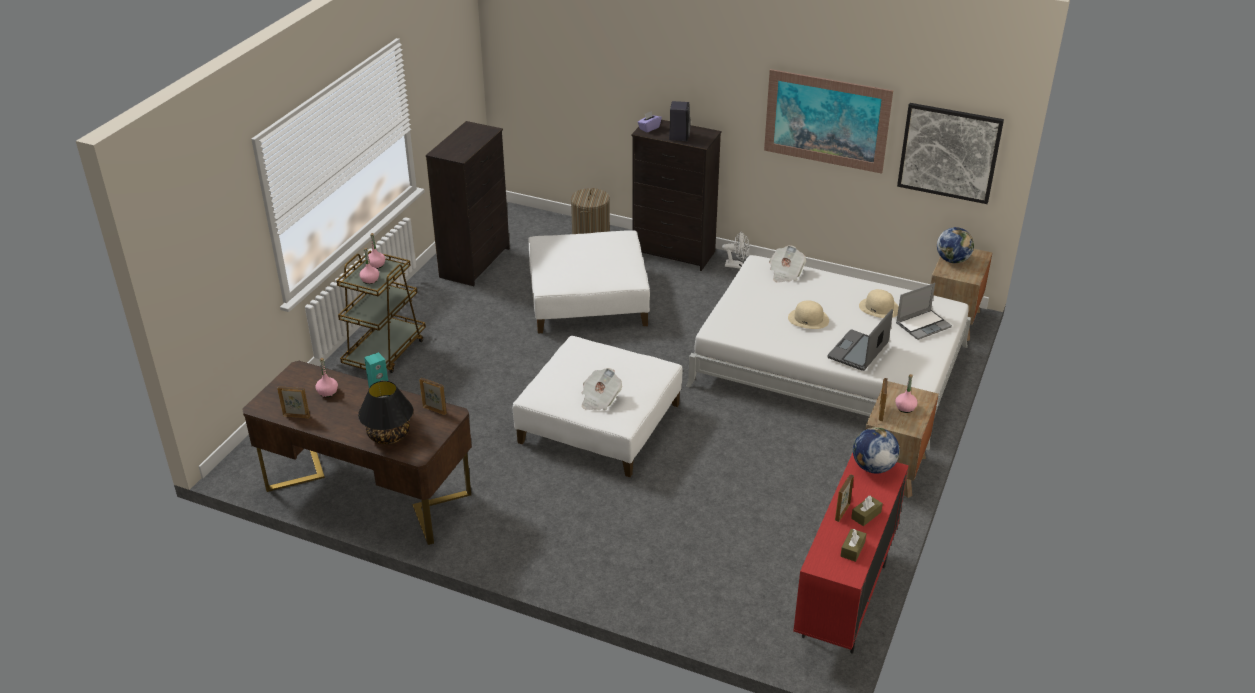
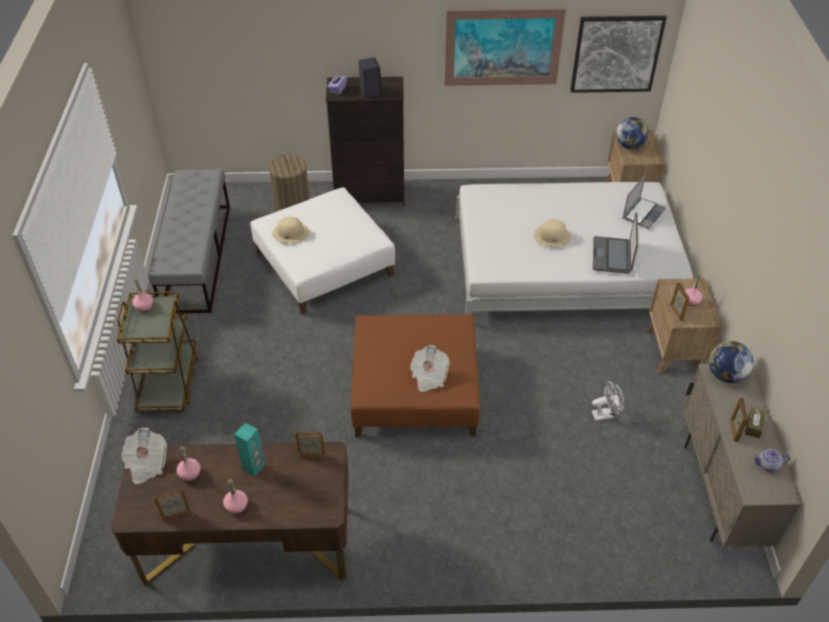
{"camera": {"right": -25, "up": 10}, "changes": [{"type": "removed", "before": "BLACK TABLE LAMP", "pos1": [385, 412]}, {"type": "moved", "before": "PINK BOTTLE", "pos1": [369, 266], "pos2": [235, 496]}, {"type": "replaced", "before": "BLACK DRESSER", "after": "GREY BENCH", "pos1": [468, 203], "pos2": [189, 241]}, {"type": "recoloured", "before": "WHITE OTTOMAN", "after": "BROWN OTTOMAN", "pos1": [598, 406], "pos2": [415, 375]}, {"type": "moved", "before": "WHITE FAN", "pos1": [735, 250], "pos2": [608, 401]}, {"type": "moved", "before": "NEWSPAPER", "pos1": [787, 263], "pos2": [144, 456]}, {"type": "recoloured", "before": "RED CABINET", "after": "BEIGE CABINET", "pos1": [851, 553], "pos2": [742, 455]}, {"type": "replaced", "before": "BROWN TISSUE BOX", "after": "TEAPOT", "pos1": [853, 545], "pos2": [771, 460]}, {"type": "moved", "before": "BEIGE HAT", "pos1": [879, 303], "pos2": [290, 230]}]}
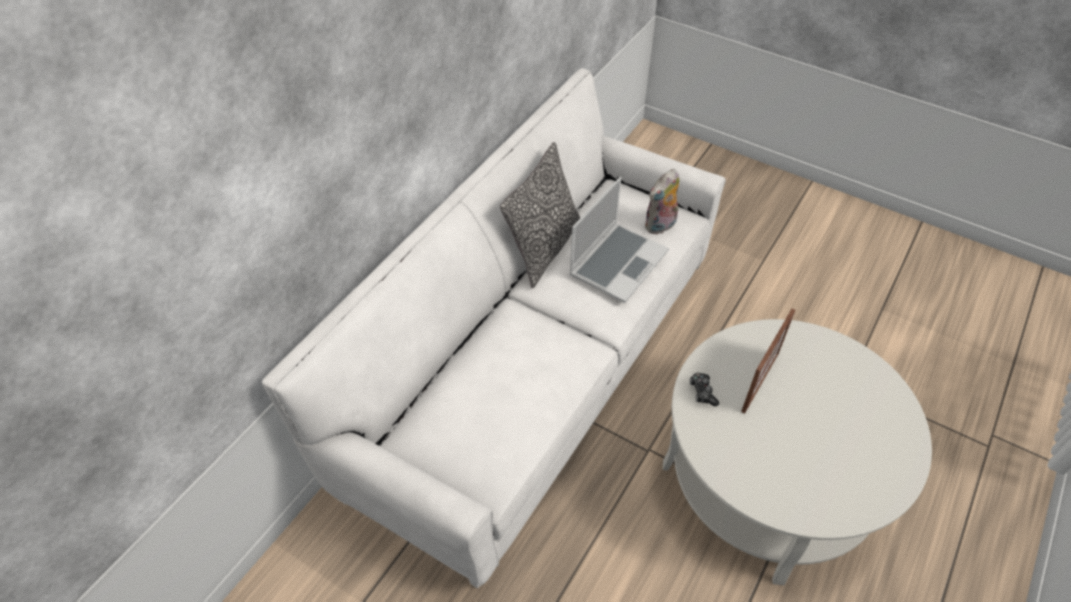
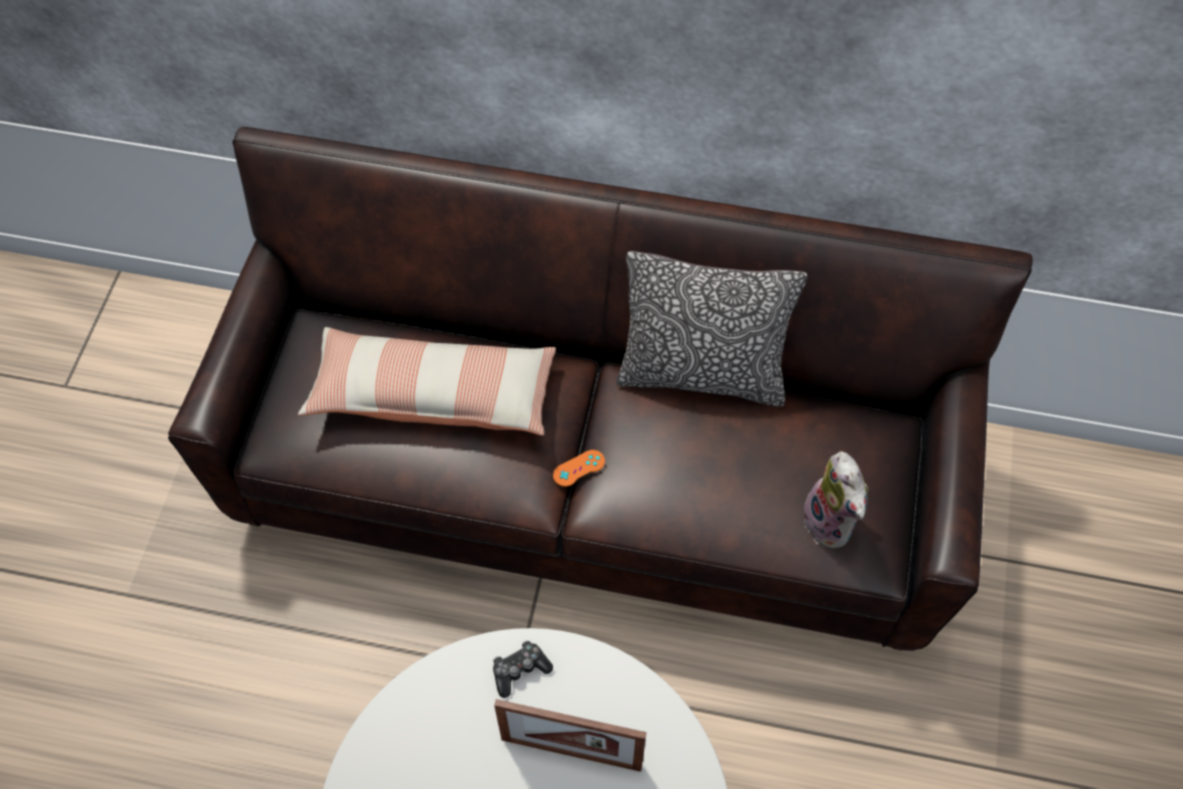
{"camera": {"right": 70, "up": 10}, "changes": [{"type": "recoloured", "before": "WHITE SOFA", "after": "BROWN SOFA", "pos1": [494, 328], "pos2": [600, 389]}, {"type": "removed", "before": "LAPTOP", "pos1": [619, 240]}, {"type": "turned", "before": "PLUSH TOY", "pos1": [662, 201], "pos2": [836, 499], "turn": -135}, {"type": "added", "after": "PILLOW", "pos2": [427, 381]}, {"type": "added", "after": "ORANGE GAME CONTROLLER", "pos2": [579, 468]}]}
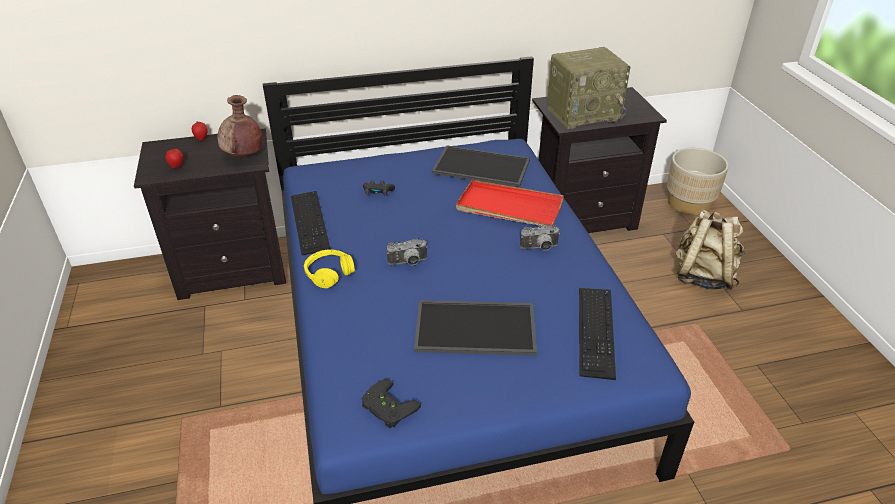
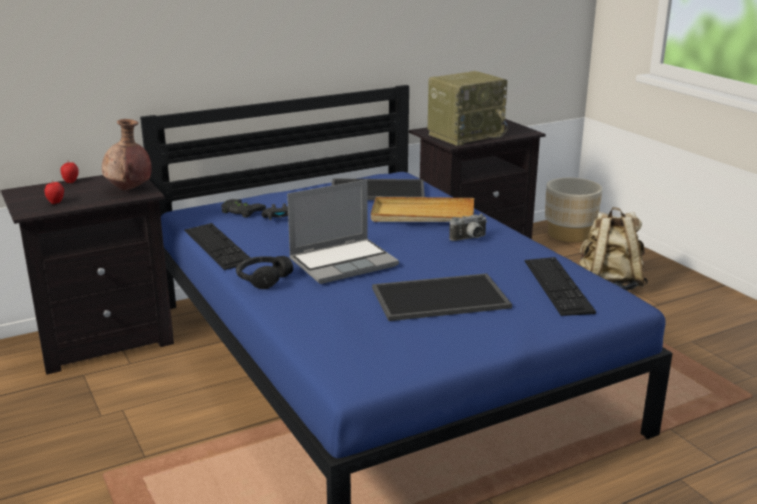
{"camera": {"right": -15, "up": -15}, "changes": [{"type": "recoloured", "before": "YELLOW HEADPHONES", "after": "BLACK HEADPHONES", "pos1": [329, 268], "pos2": [264, 272]}, {"type": "moved", "before": "BLACK GAME CONTROLLER", "pos1": [391, 404], "pos2": [243, 208]}, {"type": "replaced", "before": "PHOTO CAMERA", "after": "LAPTOP", "pos1": [407, 252], "pos2": [343, 231]}, {"type": "recoloured", "before": "RED TRAY", "after": "BEIGE TRAY", "pos1": [510, 203], "pos2": [422, 209]}]}
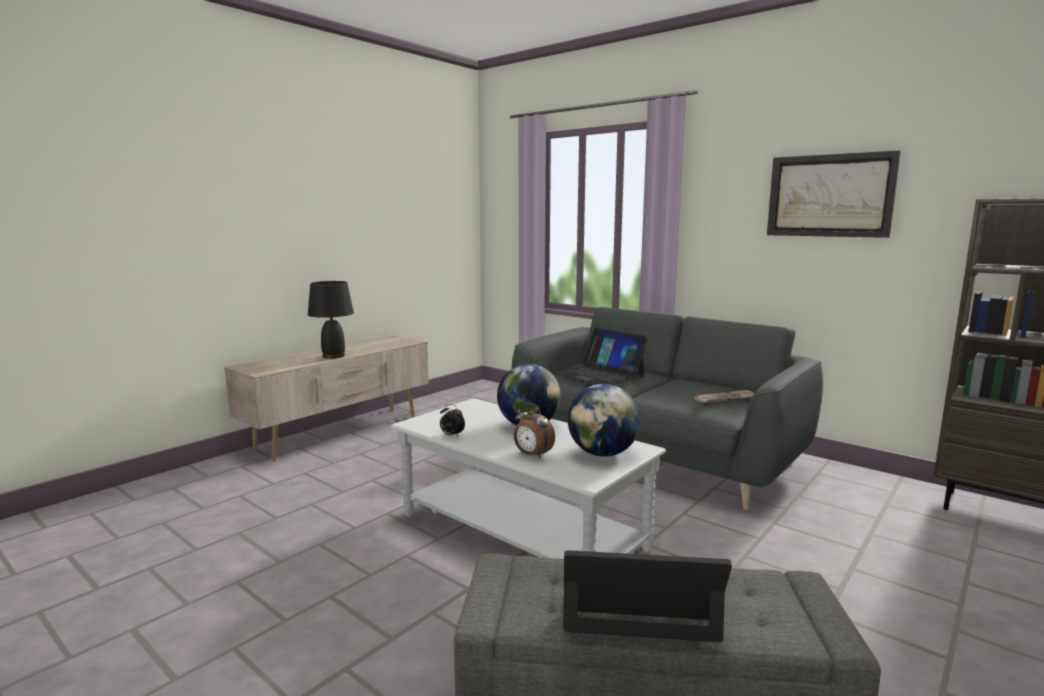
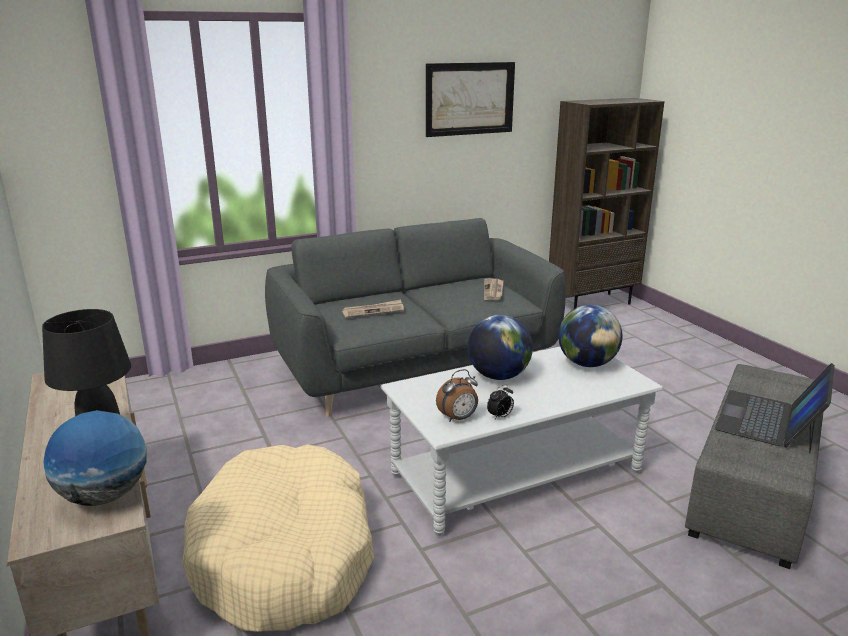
{"camera": {"right": -65, "up": 10}, "changes": [{"type": "moved", "before": "ALARM CLOCK", "pos1": [534, 430], "pos2": [457, 395]}, {"type": "replaced", "before": "LAPTOP", "after": "NEWSPAPER", "pos1": [601, 356], "pos2": [373, 309]}, {"type": "added", "after": "GLOBE", "pos2": [95, 458]}, {"type": "added", "after": "BEIGE DOG BED", "pos2": [278, 538]}]}
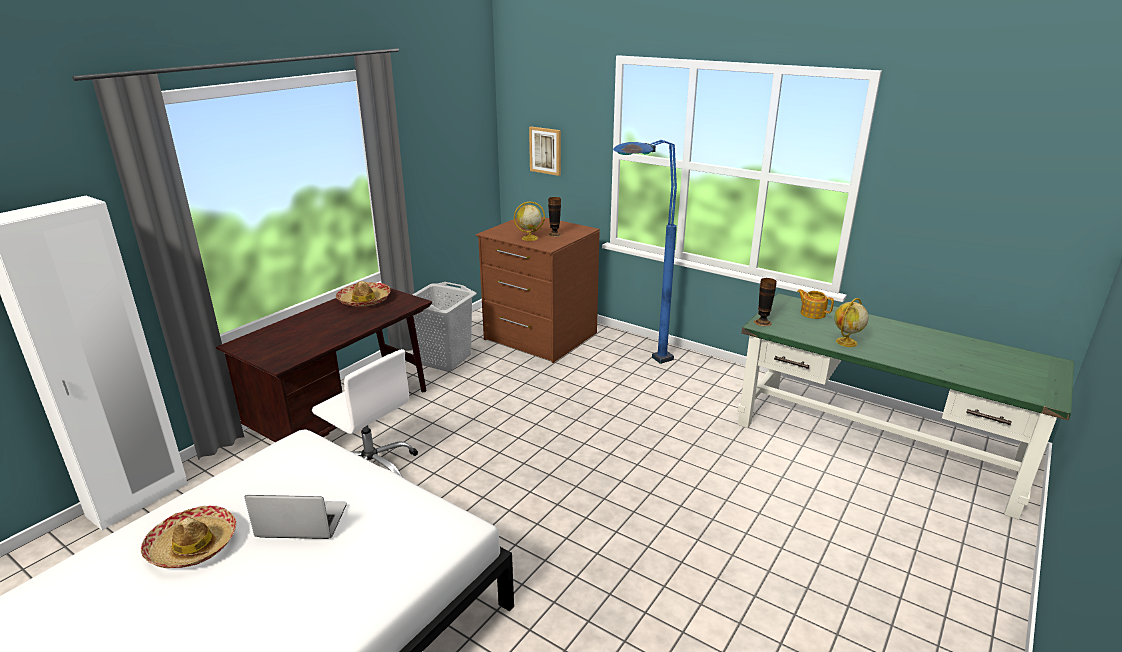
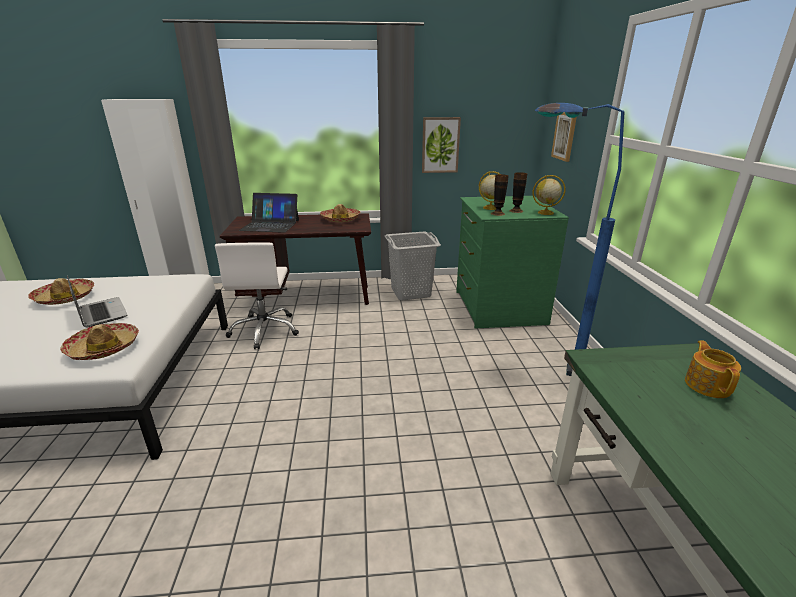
{"camera": {"right": 50, "up": 0}, "changes": [{"type": "recoloured", "before": "BROWN DRESSER", "after": "GREEN DRESSER", "pos1": [538, 290], "pos2": [512, 262]}, {"type": "moved", "before": "VASE", "pos1": [765, 302], "pos2": [500, 195]}, {"type": "moved", "before": "GLOBE", "pos1": [851, 322], "pos2": [549, 195]}, {"type": "added", "after": "HAT", "pos2": [99, 341]}, {"type": "added", "after": "LAPTOP", "pos2": [269, 213]}, {"type": "added", "after": "PICTURE", "pos2": [441, 145]}]}
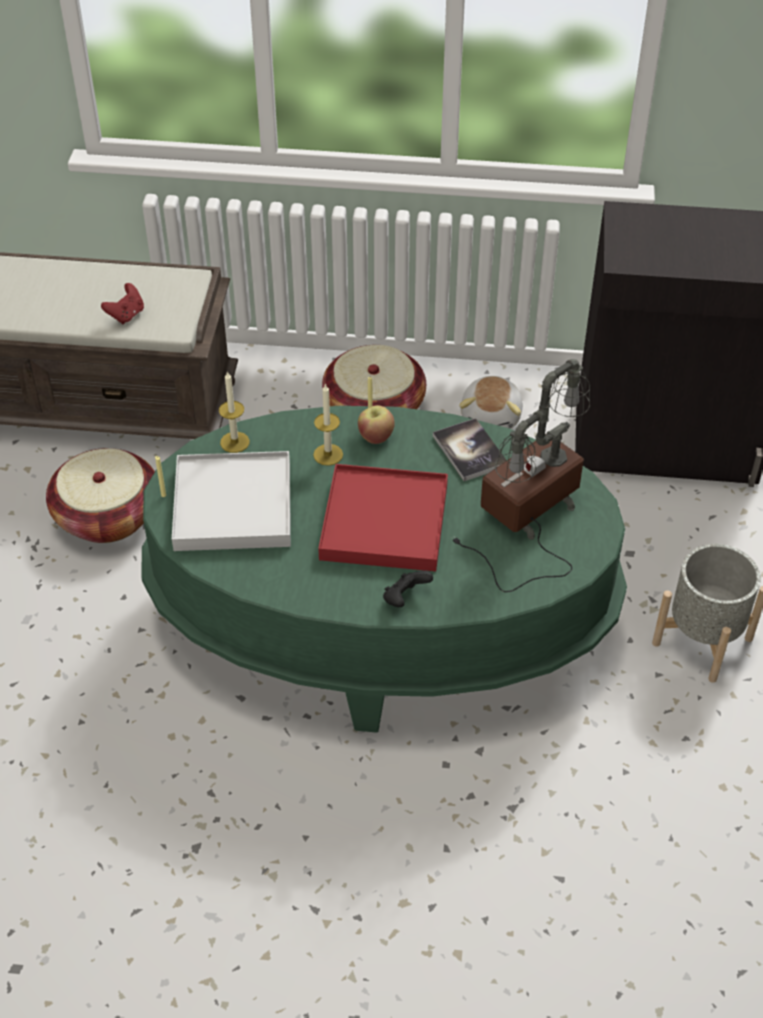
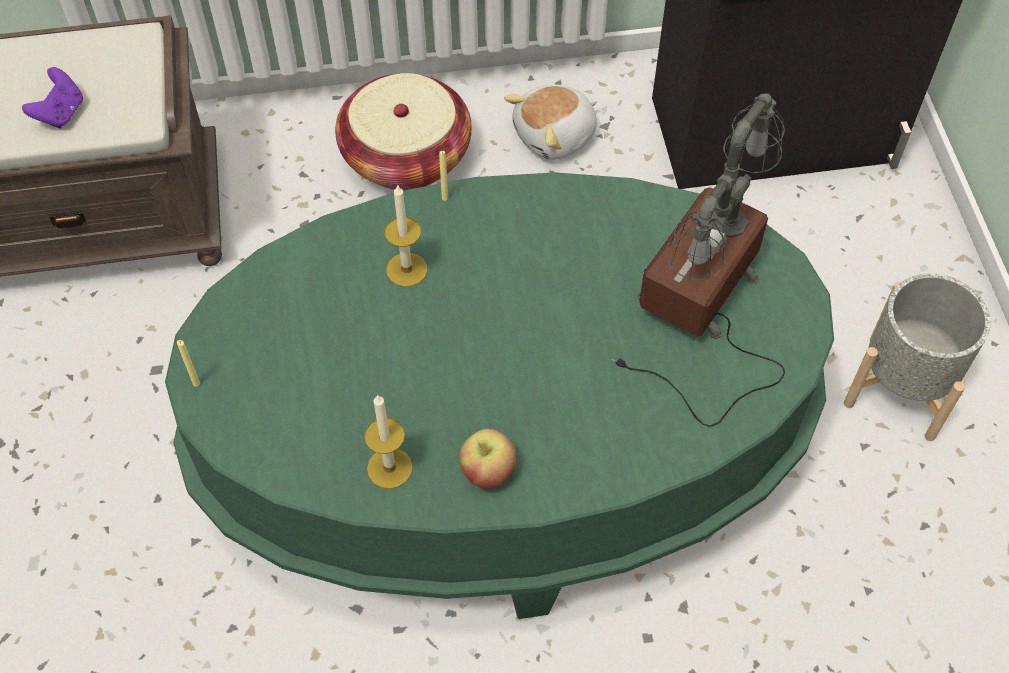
{"camera": {"right": -15, "up": 10}, "changes": [{"type": "removed", "before": "BASKET", "pos1": [100, 495]}, {"type": "recoloured", "before": "RED GAME CONTROLLER", "after": "PURPLE GAME CONTROLLER", "pos1": [122, 303], "pos2": [52, 97]}, {"type": "removed", "before": "WHITE TRAY", "pos1": [231, 501]}, {"type": "moved", "before": "CANDLE", "pos1": [234, 412], "pos2": [388, 441]}, {"type": "removed", "before": "RED TRAY", "pos1": [383, 518]}, {"type": "moved", "before": "APPLE", "pos1": [376, 424], "pos2": [488, 459]}, {"type": "removed", "before": "BLACK GAME CONTROLLER", "pos1": [408, 588]}, {"type": "removed", "before": "BOOK", "pos1": [469, 449]}, {"type": "turned", "before": "PLUSH TOY", "pos1": [491, 402], "pos2": [550, 122], "turn": 60}]}
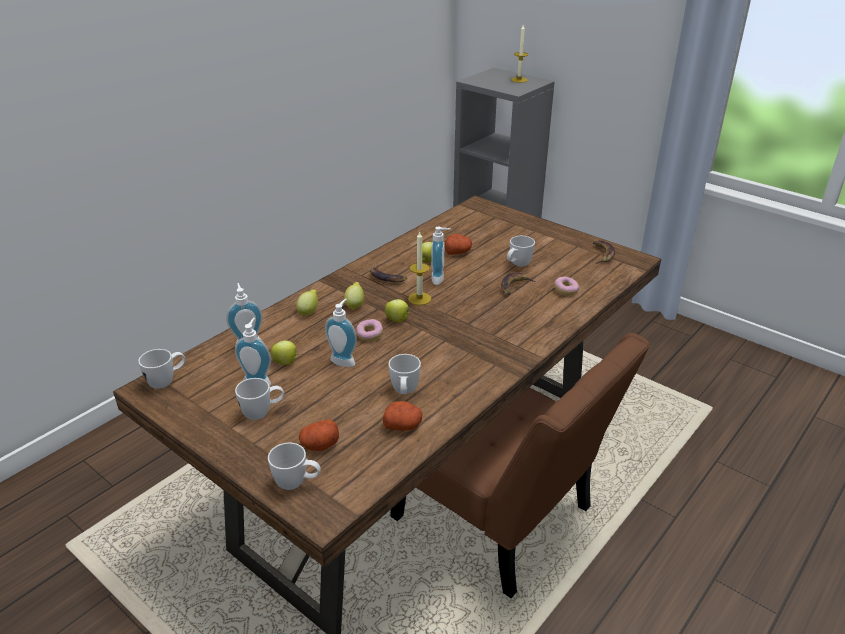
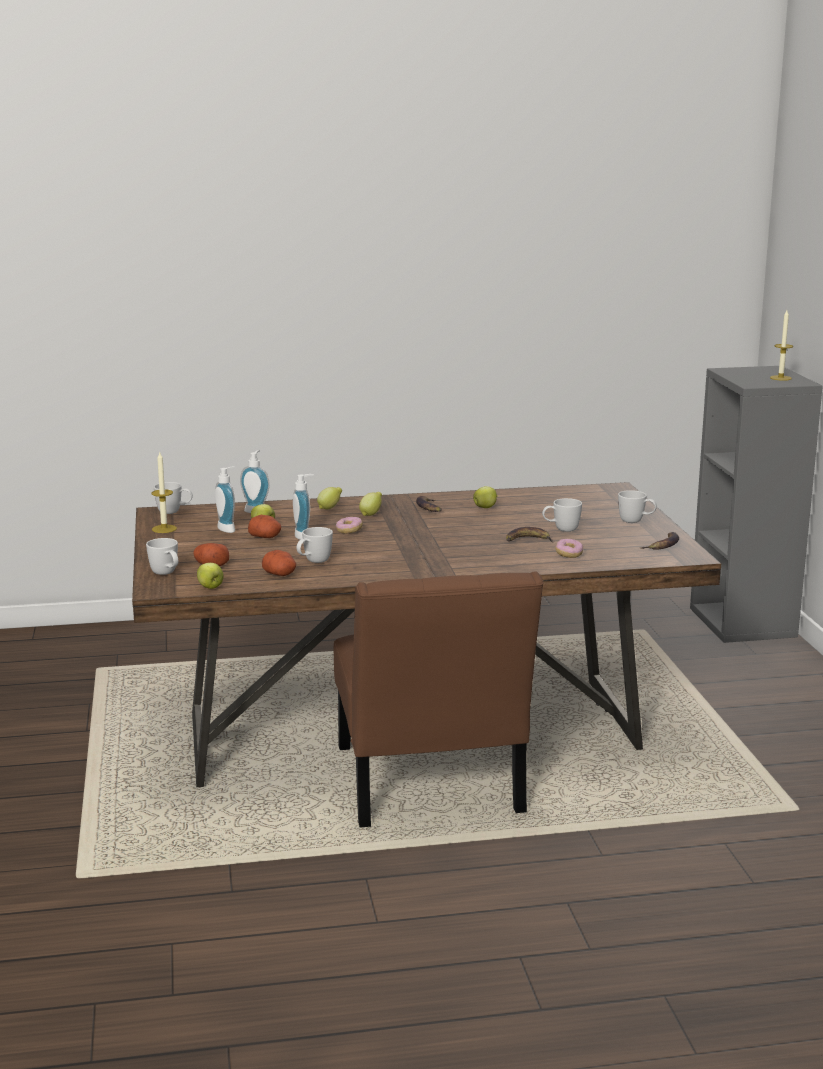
{"camera": {"right": 40, "up": -15}, "changes": [{"type": "moved", "before": "WHITE MUG", "pos1": [259, 399], "pos2": [637, 506]}, {"type": "moved", "before": "APPLE", "pos1": [397, 310], "pos2": [210, 576]}, {"type": "moved", "before": "CANDLE", "pos1": [419, 268], "pos2": [164, 492]}, {"type": "removed", "before": "SOAP DISPENSER", "pos1": [441, 256]}, {"type": "moved", "before": "POTATO", "pos1": [458, 244], "pos2": [264, 526]}]}
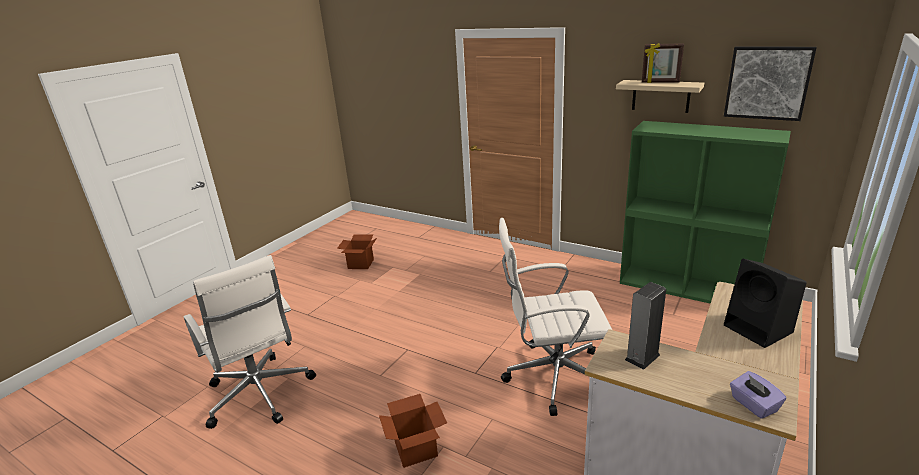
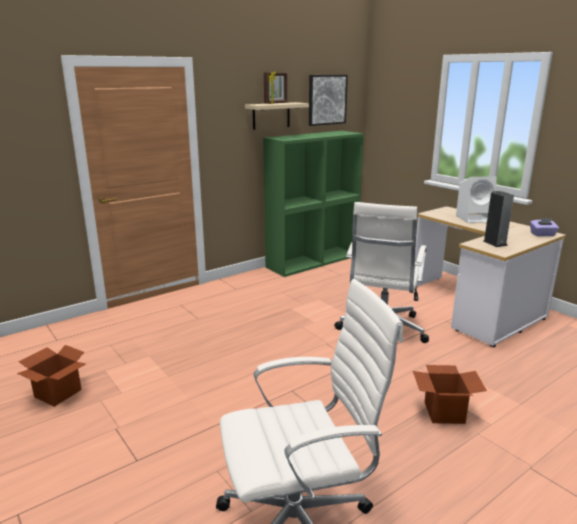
{"camera": {"right": -70, "up": -5}, "changes": [{"type": "recoloured", "before": "BLACK SPEAKER", "after": "WHITE SPEAKER", "pos1": [765, 303], "pos2": [476, 199]}]}
